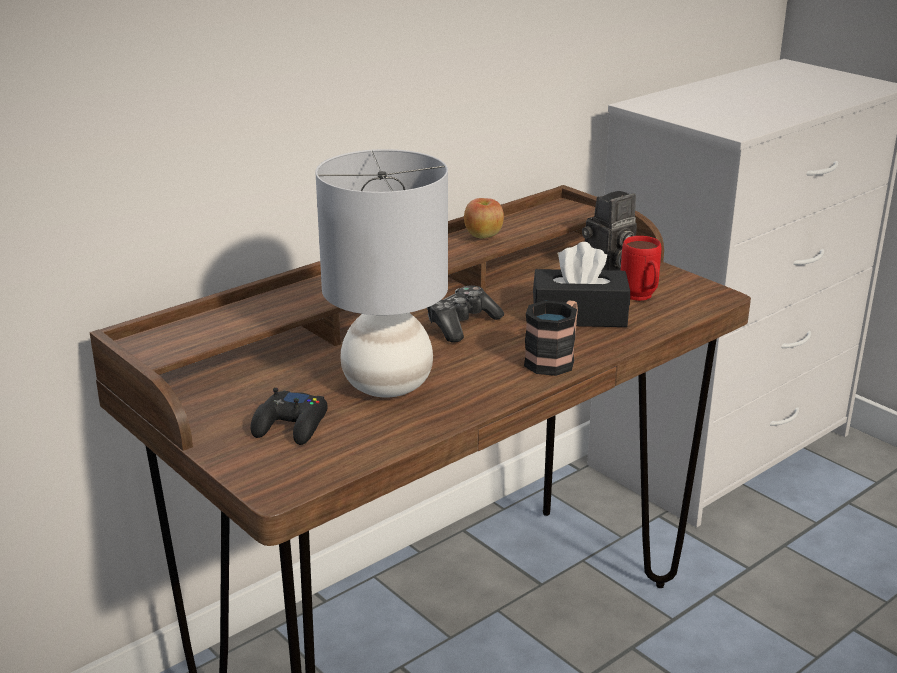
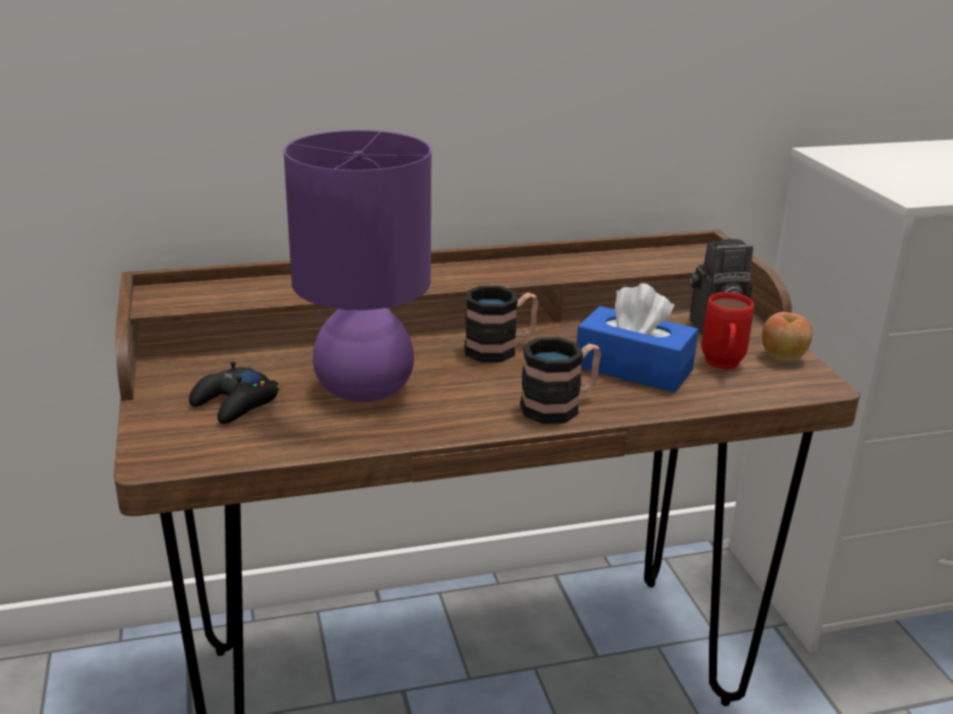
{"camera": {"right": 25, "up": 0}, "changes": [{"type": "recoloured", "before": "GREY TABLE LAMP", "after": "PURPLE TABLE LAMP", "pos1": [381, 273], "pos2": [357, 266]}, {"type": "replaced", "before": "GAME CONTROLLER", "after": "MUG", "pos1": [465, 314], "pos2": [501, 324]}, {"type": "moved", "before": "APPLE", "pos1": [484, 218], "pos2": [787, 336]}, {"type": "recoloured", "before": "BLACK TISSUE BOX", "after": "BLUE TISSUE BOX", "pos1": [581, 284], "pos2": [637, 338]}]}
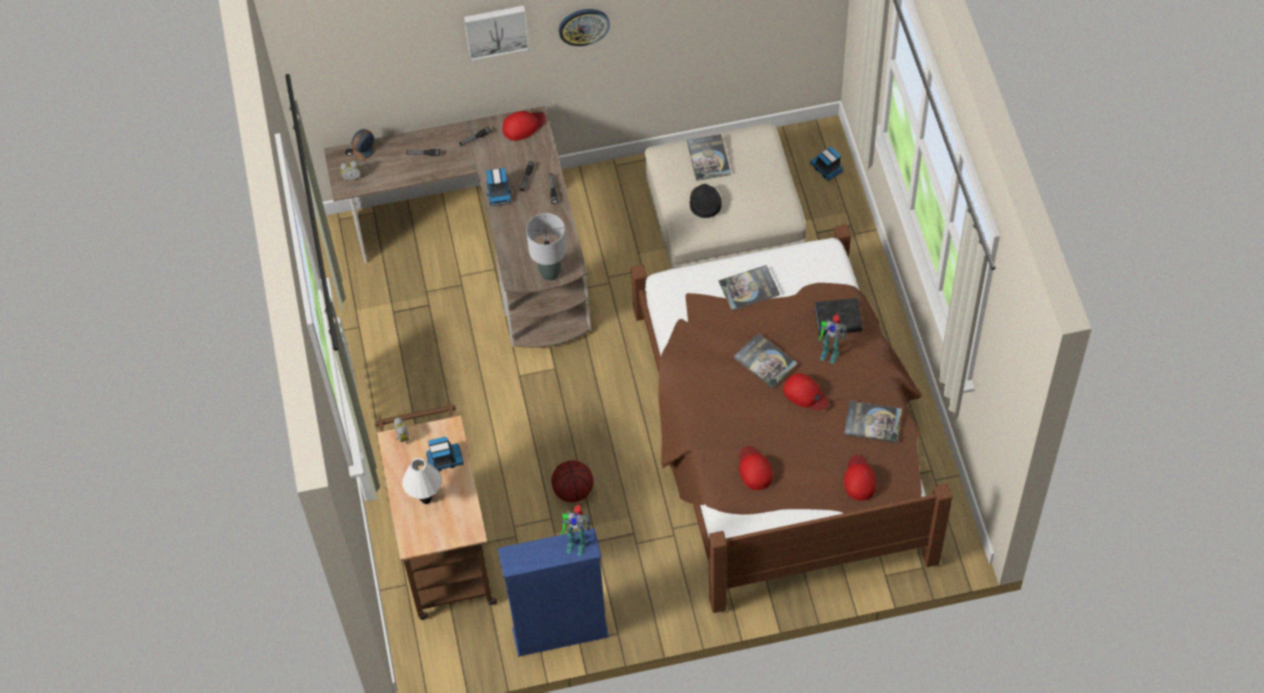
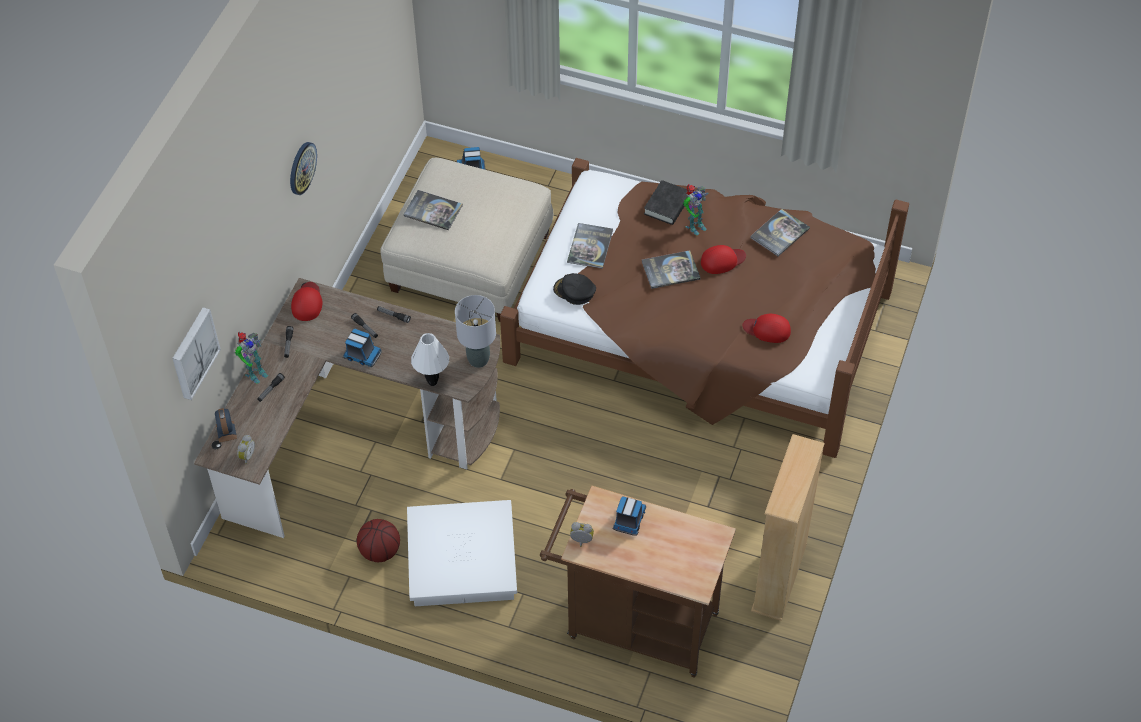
{"camera": {"right": -60, "up": -5}, "changes": [{"type": "moved", "before": "WHITE TABLE LAMP", "pos1": [422, 481], "pos2": [430, 359]}, {"type": "moved", "before": "PICTURE", "pos1": [496, 33], "pos2": [196, 353]}, {"type": "recoloured", "before": "BLUE BOOKCASE", "after": "BEIGE BOOKCASE", "pos1": [553, 592], "pos2": [787, 527]}, {"type": "moved", "before": "BASKETBALL", "pos1": [572, 481], "pos2": [378, 540]}, {"type": "moved", "before": "TOY ROBOT", "pos1": [576, 530], "pos2": [251, 358]}, {"type": "moved", "before": "BLACK CAP", "pos1": [706, 201], "pos2": [574, 289]}, {"type": "removed", "before": "RED CAP", "pos1": [860, 478]}, {"type": "added", "after": "WHITE STORAGE BOX", "pos2": [462, 553]}]}
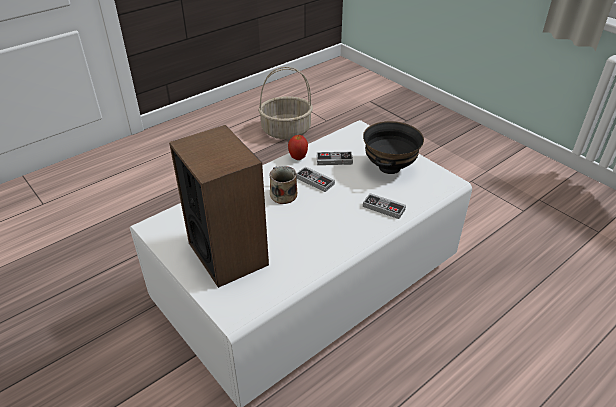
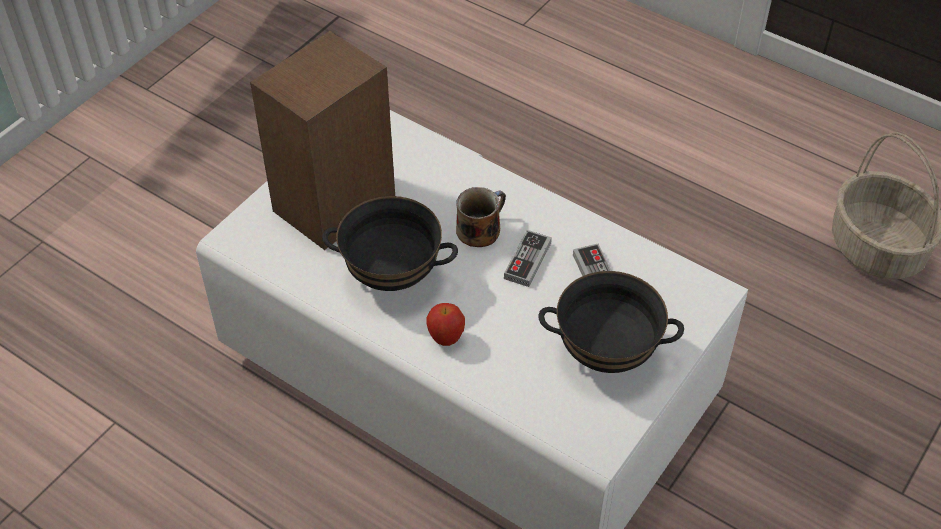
{"camera": {"right": 75, "up": 10}, "changes": [{"type": "moved", "before": "APPLE", "pos1": [298, 147], "pos2": [445, 324]}, {"type": "removed", "before": "GAME CONTROLLER", "pos1": [384, 206]}, {"type": "added", "after": "BLACK BOWL", "pos2": [390, 243]}]}
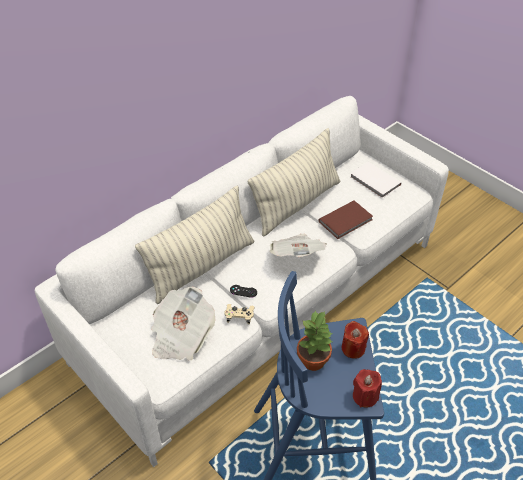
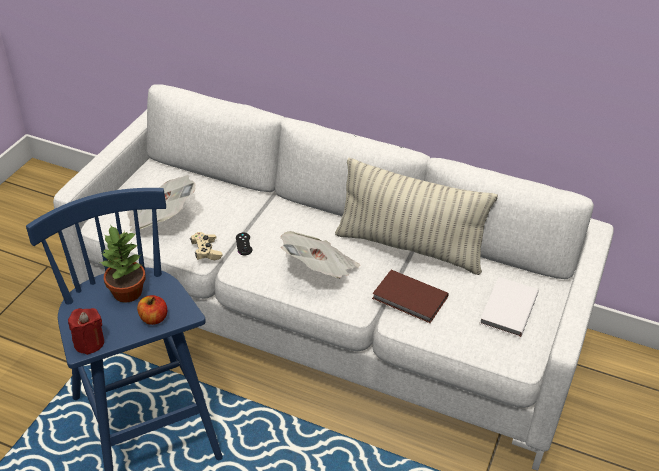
{"camera": {"right": 65, "up": -5}, "changes": [{"type": "removed", "before": "PILLOW", "pos1": [194, 245]}, {"type": "replaced", "before": "RED CANDLE", "after": "APPLE", "pos1": [355, 340], "pos2": [152, 310]}]}
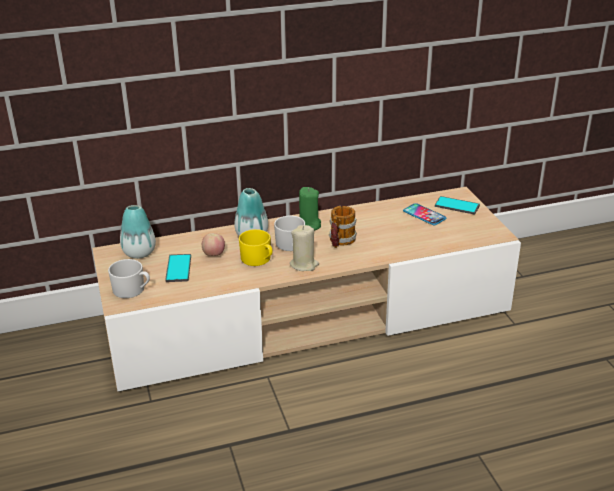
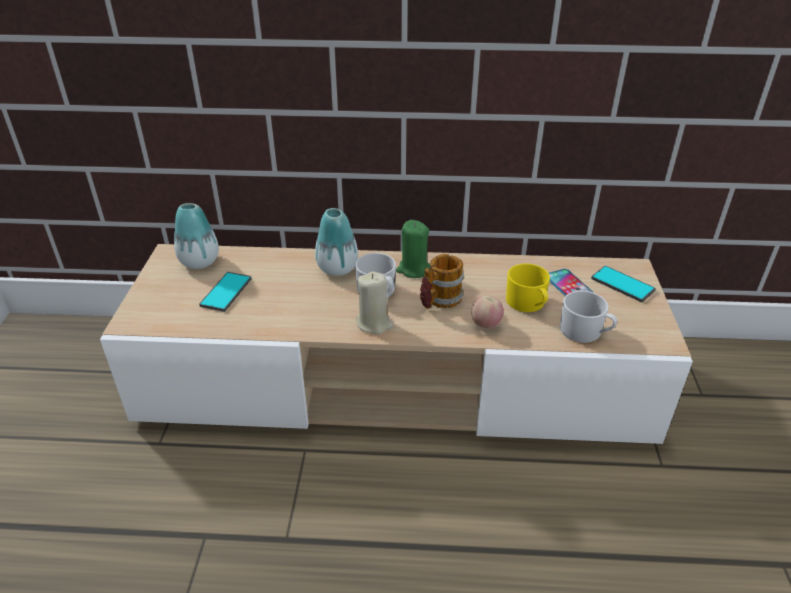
{"camera": {"right": 20, "up": 5}, "changes": [{"type": "moved", "before": "WHITE MUG", "pos1": [129, 278], "pos2": [588, 317]}, {"type": "moved", "before": "APPLE", "pos1": [213, 244], "pos2": [487, 312]}, {"type": "moved", "before": "YELLOW MUG", "pos1": [256, 247], "pos2": [528, 288]}]}
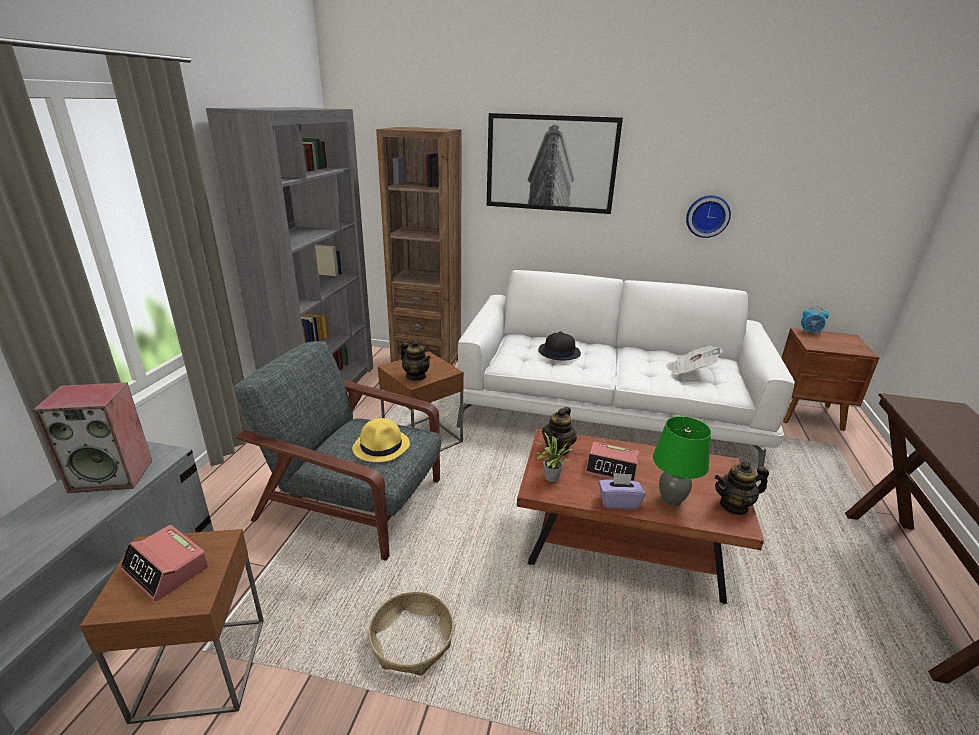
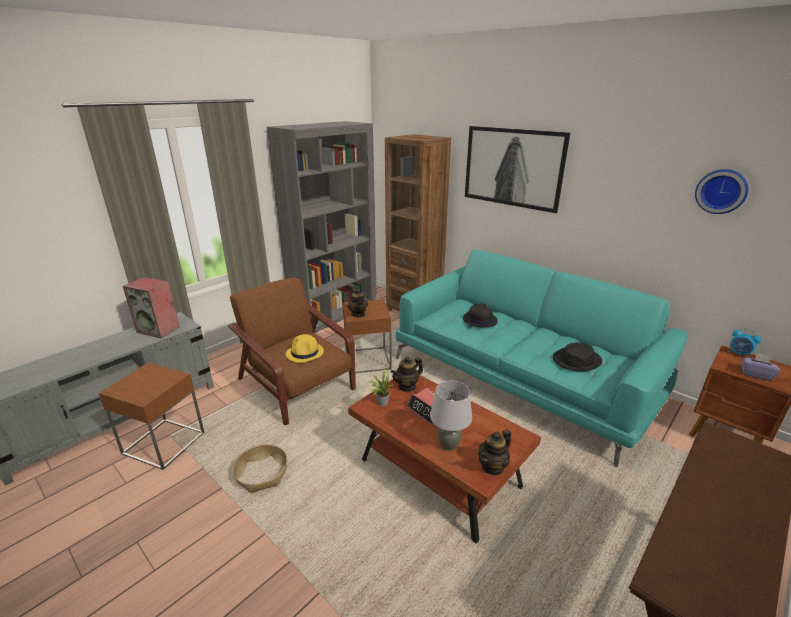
{"camera": {"right": 30, "up": 0}, "changes": [{"type": "removed", "before": "ALARM CLOCK", "pos1": [164, 563]}, {"type": "recoloured", "before": "GREY ARMCHAIR", "after": "BROWN ARMCHAIR", "pos1": [337, 451], "pos2": [292, 351]}, {"type": "recoloured", "before": "WHITE SOFA", "after": "TURQUOISE SOFA", "pos1": [624, 368], "pos2": [542, 358]}, {"type": "moved", "before": "PURPLE TISSUE BOX", "pos1": [622, 491], "pos2": [761, 367]}, {"type": "recoloured", "before": "GREEN TABLE LAMP", "after": "GREY TABLE LAMP", "pos1": [682, 461], "pos2": [451, 416]}, {"type": "replaced", "before": "NEWSPAPER", "after": "BLACK HAT", "pos1": [694, 360], "pos2": [577, 357]}, {"type": "moved", "before": "WALL CLOCK", "pos1": [708, 216], "pos2": [722, 191]}, {"type": "turned", "before": "TEAPOT", "pos1": [742, 488], "pos2": [494, 452], "turn": -60}]}
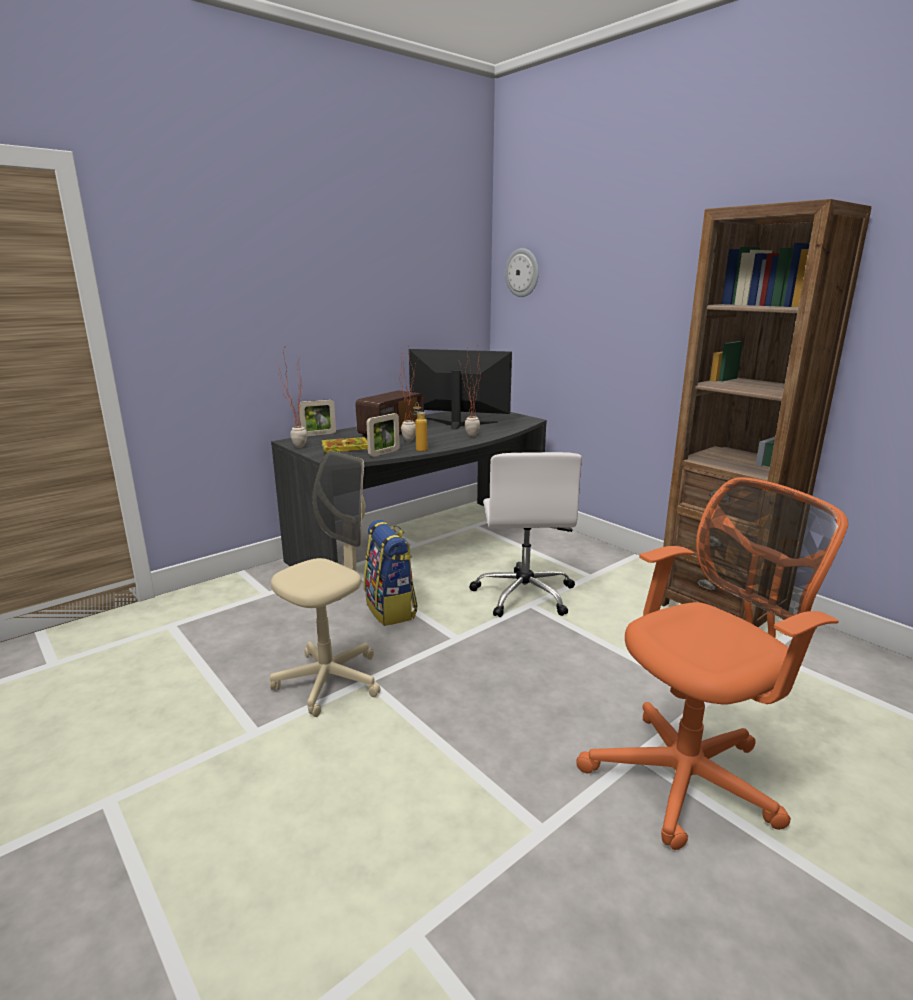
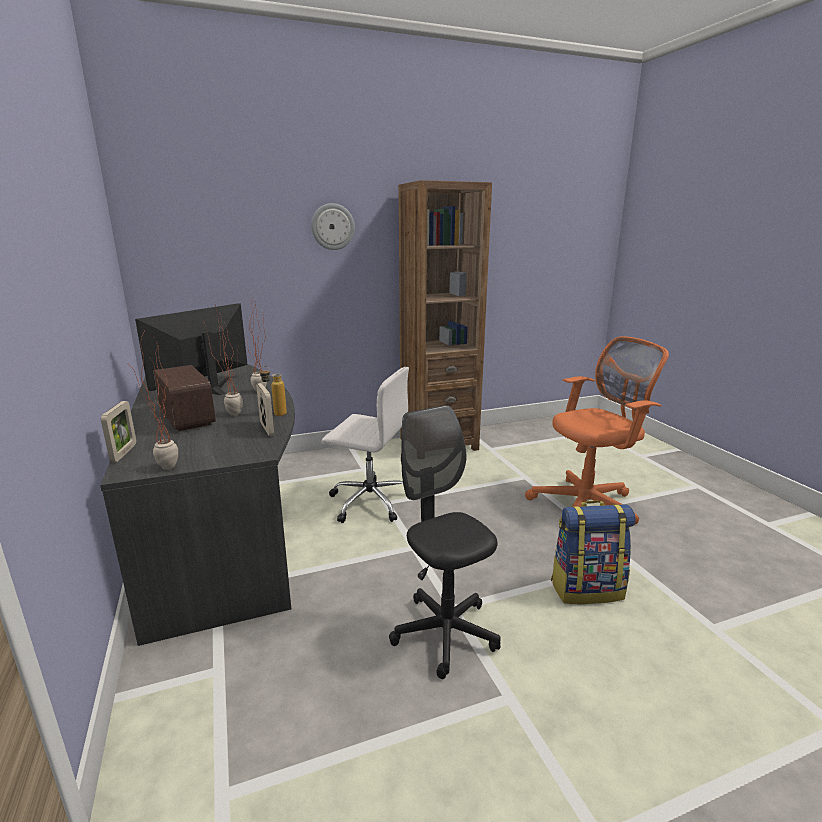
{"camera": {"right": -70, "up": 0}, "changes": [{"type": "recoloured", "before": "BEIGE OFFICE CHAIR", "after": "BLACK OFFICE CHAIR", "pos1": [325, 584], "pos2": [445, 542]}, {"type": "removed", "before": "BOOK", "pos1": [345, 445]}, {"type": "moved", "before": "BACKPACK", "pos1": [391, 573], "pos2": [593, 552]}, {"type": "moved", "before": "WALL CLOCK", "pos1": [522, 272], "pos2": [333, 226]}, {"type": "turned", "before": "ORANGE OFFICE CHAIR", "pos1": [712, 663], "pos2": [597, 430], "turn": 75}]}
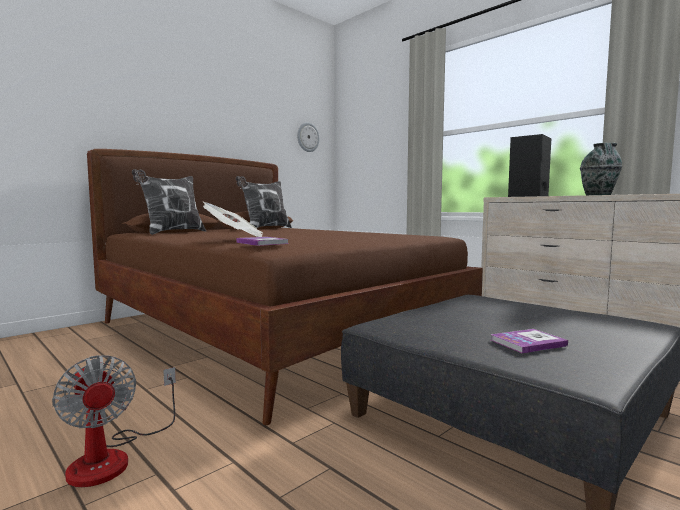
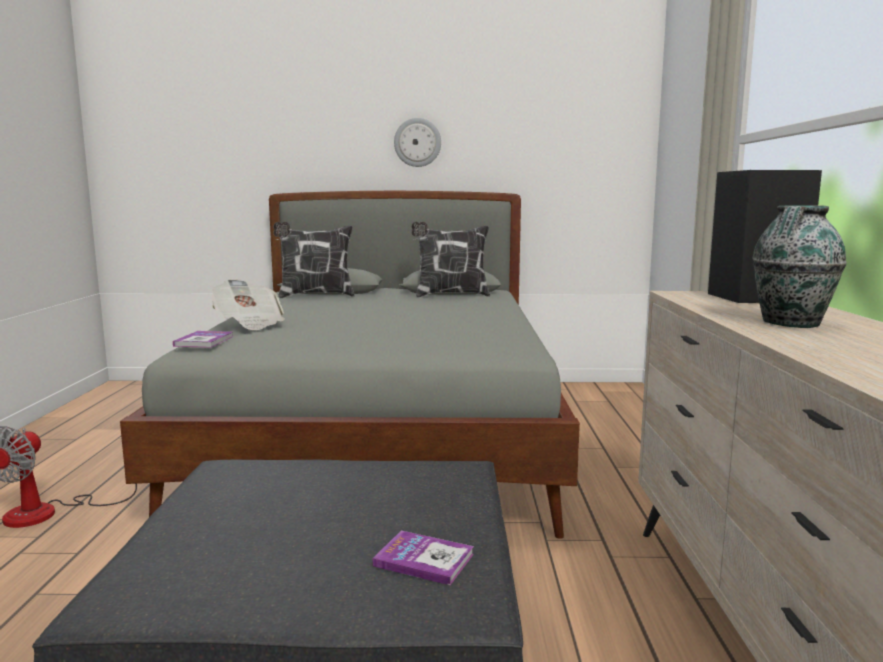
{"camera": {"right": 45, "up": 5}, "changes": [{"type": "recoloured", "before": "BROWN BED", "after": "GREY BED", "pos1": [285, 287], "pos2": [350, 365]}, {"type": "moved", "before": "WALL CLOCK", "pos1": [308, 137], "pos2": [417, 142]}, {"type": "moved", "before": "BOOK", "pos1": [529, 341], "pos2": [423, 557]}]}
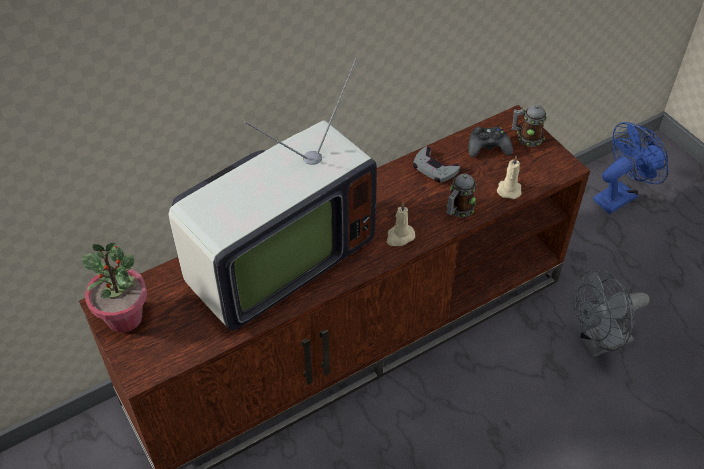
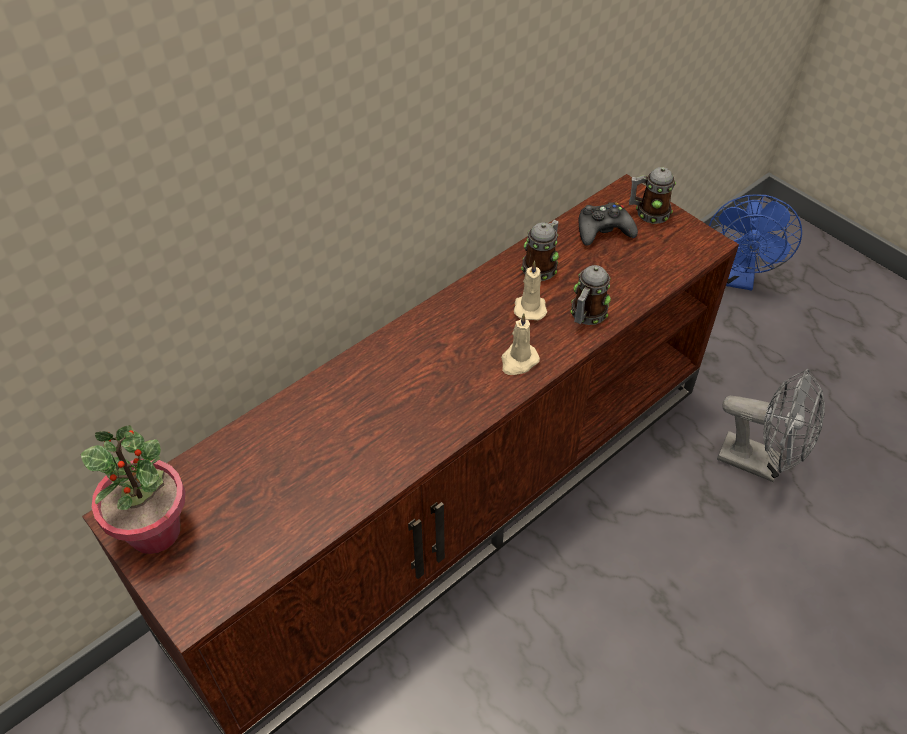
{"camera": {"right": -10, "up": 0}, "changes": [{"type": "removed", "before": "TELEVISION", "pos1": [272, 194]}, {"type": "replaced", "before": "GREY GAME CONTROLLER", "after": "MUG", "pos1": [436, 164], "pos2": [540, 250]}, {"type": "moved", "before": "BEIGE CANDLE", "pos1": [509, 177], "pos2": [530, 290]}, {"type": "turned", "before": "GREY FAN", "pos1": [612, 312], "pos2": [771, 425], "turn": -120}, {"type": "turned", "before": "BLUE FAN", "pos1": [630, 168], "pos2": [755, 242], "turn": 150}]}
